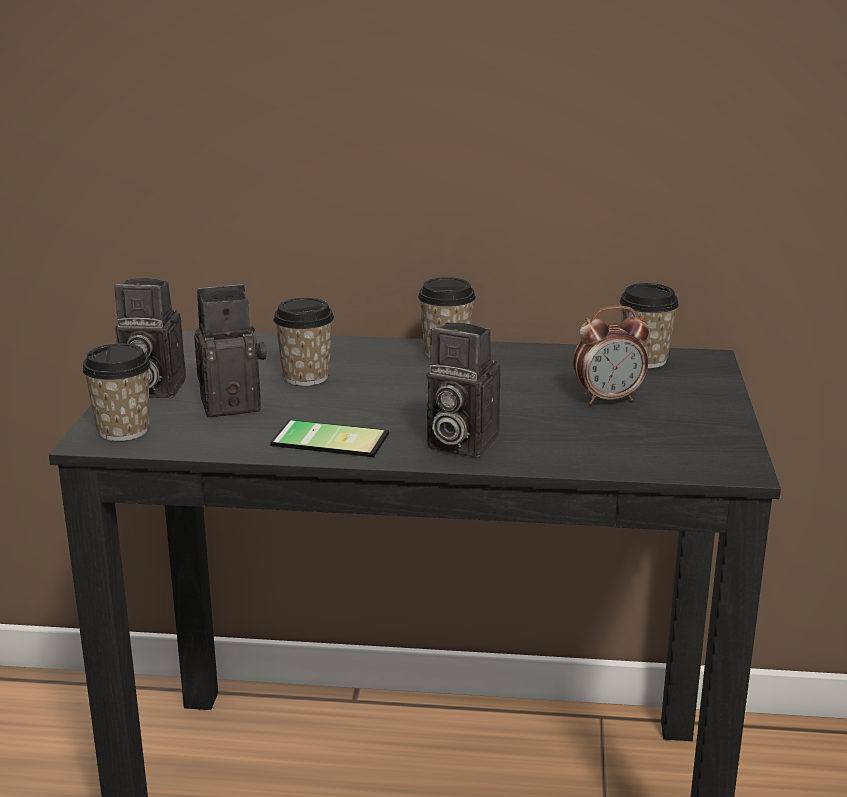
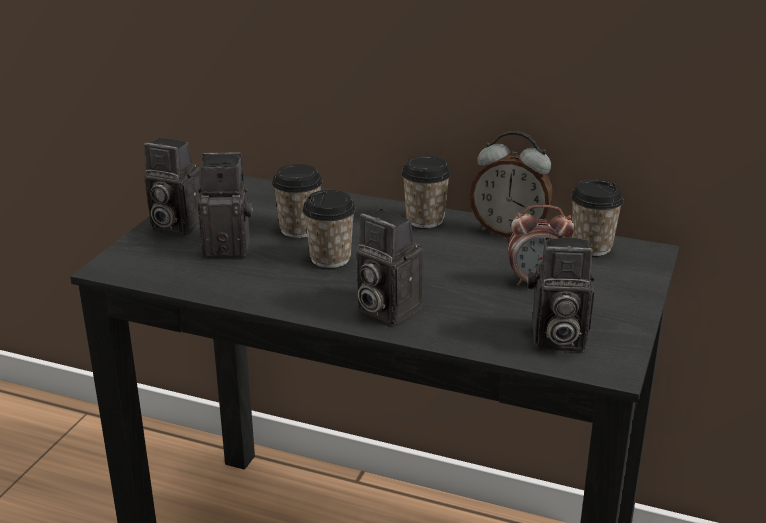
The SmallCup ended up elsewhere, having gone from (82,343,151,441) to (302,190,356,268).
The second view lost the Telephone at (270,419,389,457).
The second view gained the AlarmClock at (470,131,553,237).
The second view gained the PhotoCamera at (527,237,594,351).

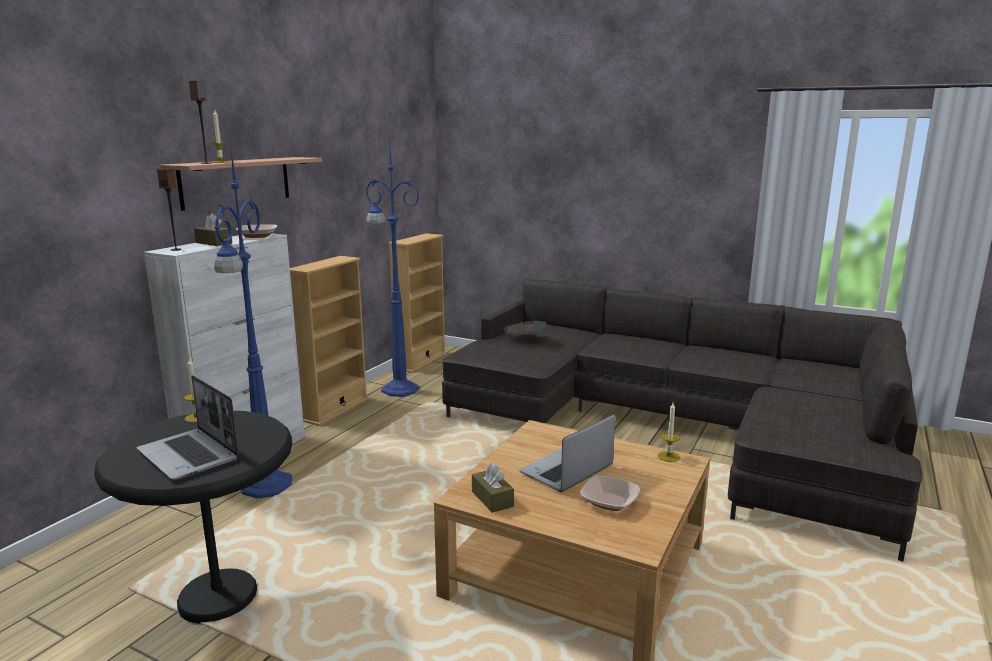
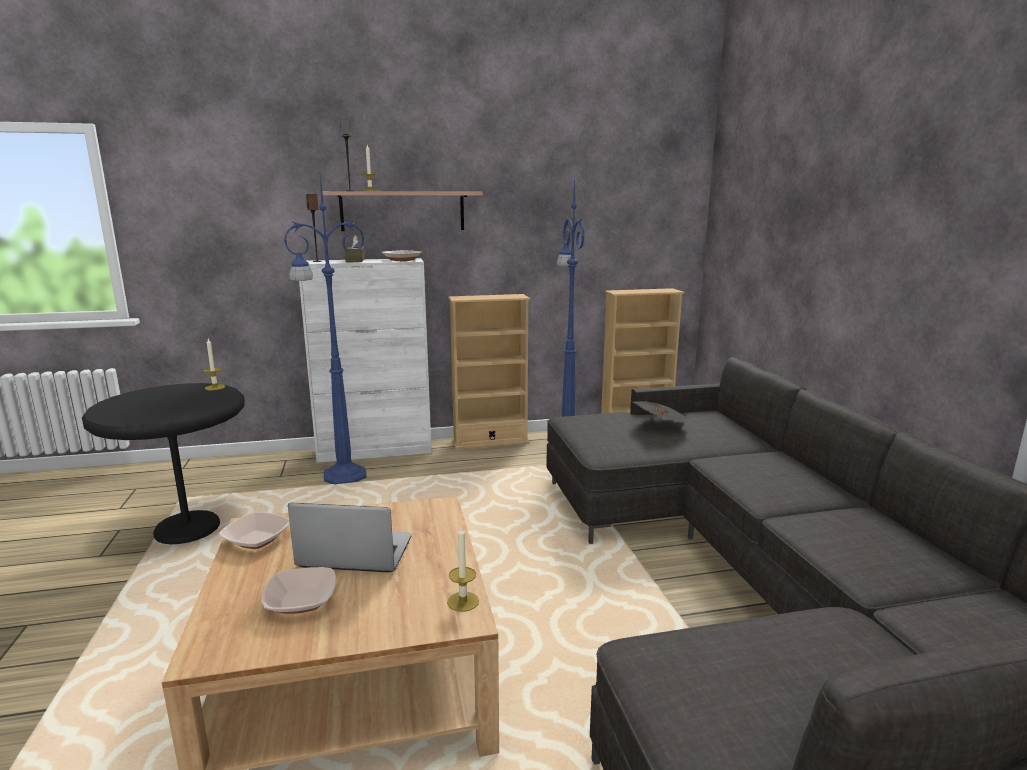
The second view lost the PortableComputer at (137,375,239,480).
Where the BrownishTissueBox stood at (472,463,514,513), the DeepDish came to stand at (218,512,290,549).

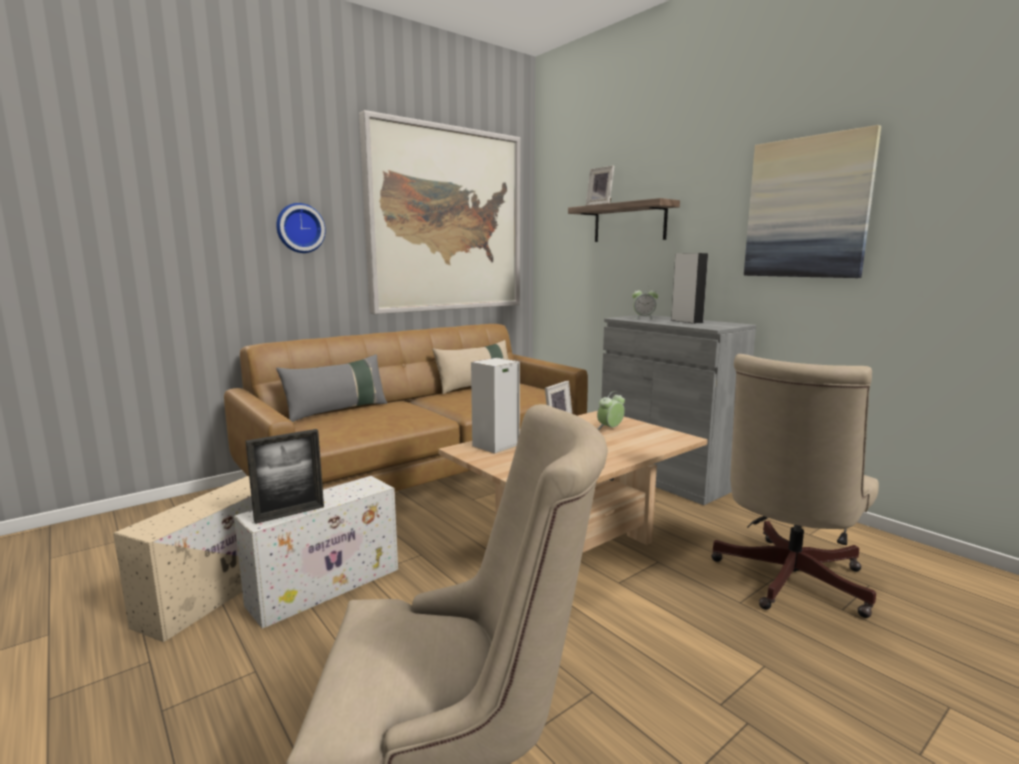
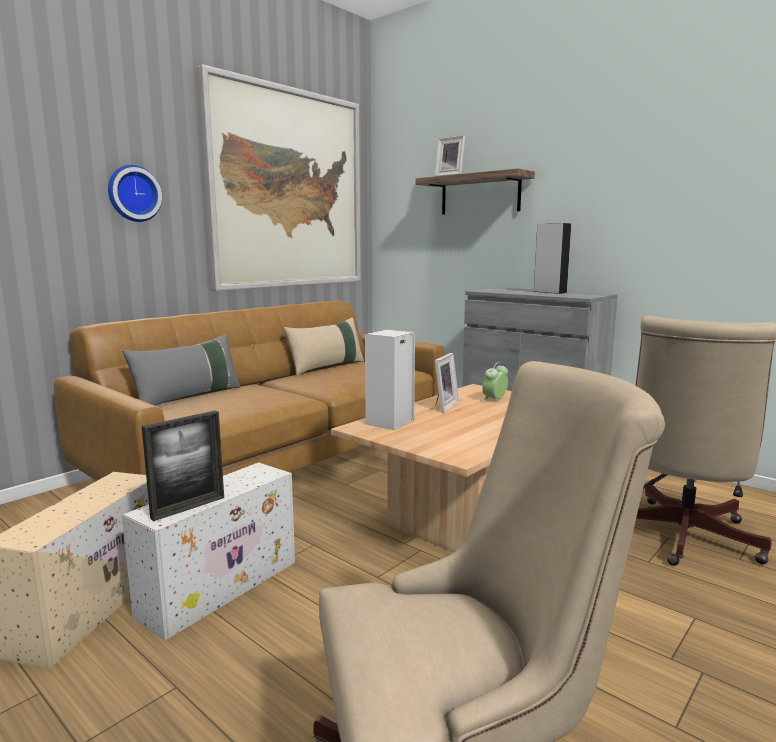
The second view lost the AlarmClock at (632,286,658,319).
The second view lost the Picture at (744,125,881,278).

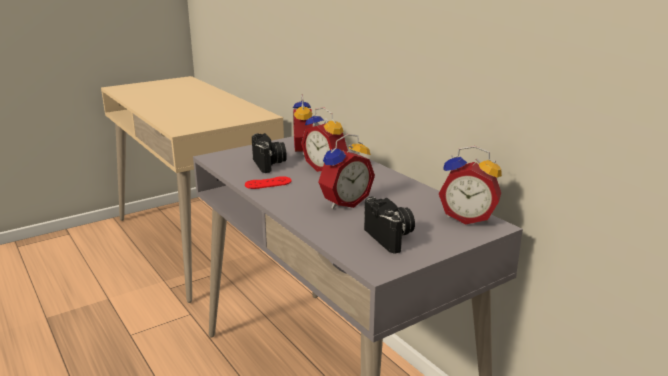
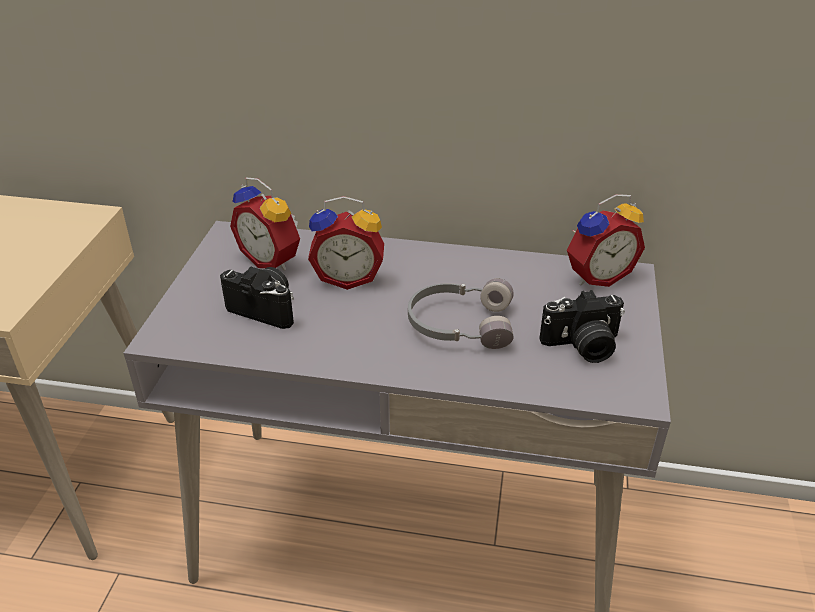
The second view lost the RedColouredGameController at (245,176,291,189).
Where the AlarmClock stood at (318,134,375,209), the GrayPairOfHeadphones came to stand at (408,278,514,349).
The PhotoCamera at (364,197,415,254) ended up facing another way, 150 degrees clockwise from before.

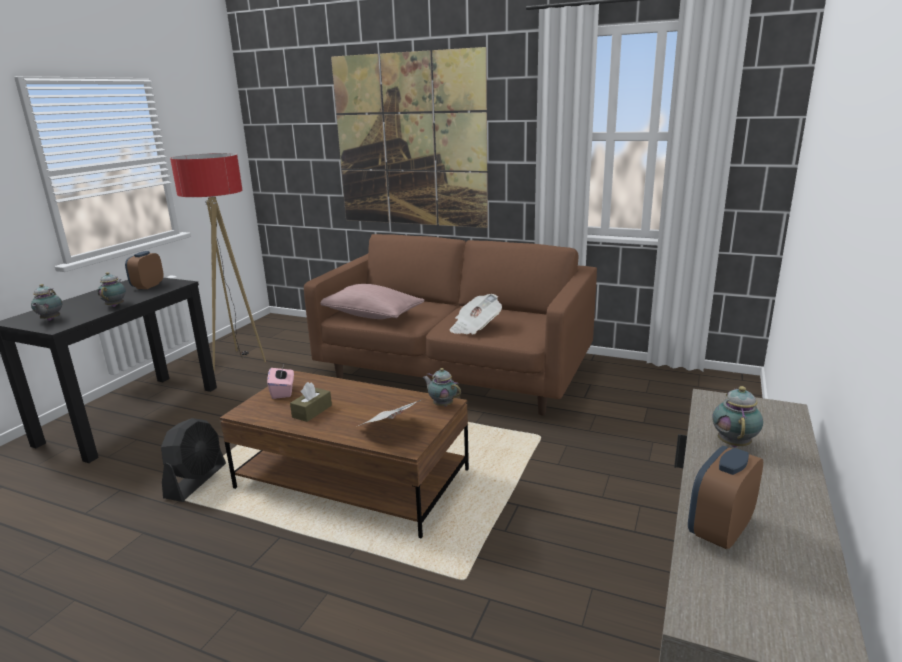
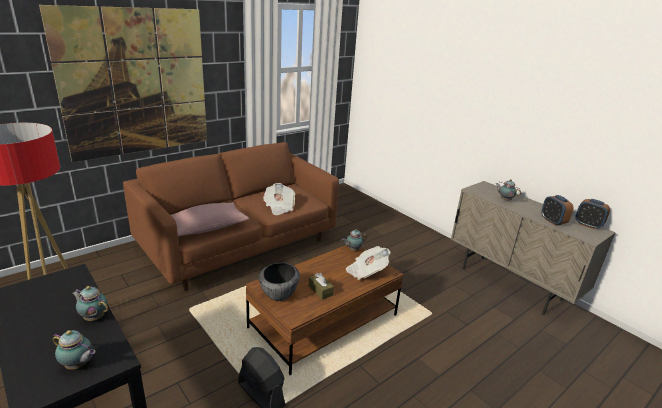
The AlarmClock ended up elsewhere, having gone from (125,251,164,289) to (575,199,610,229).
Where the PinkColouredTissueBox stood at (267,364,294,399), the DeepDish came to stand at (258,262,300,301).

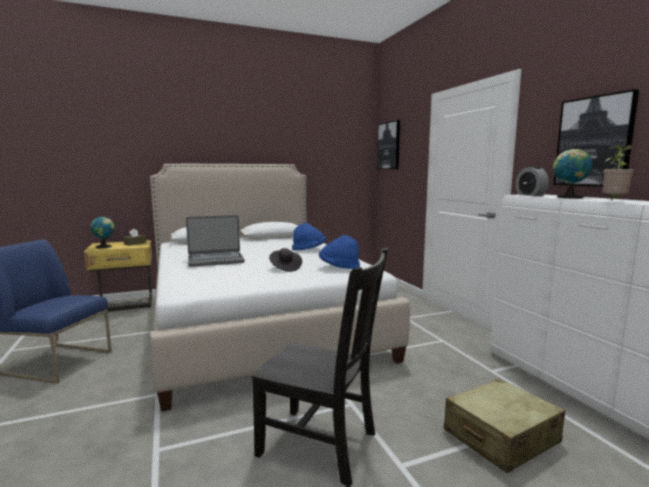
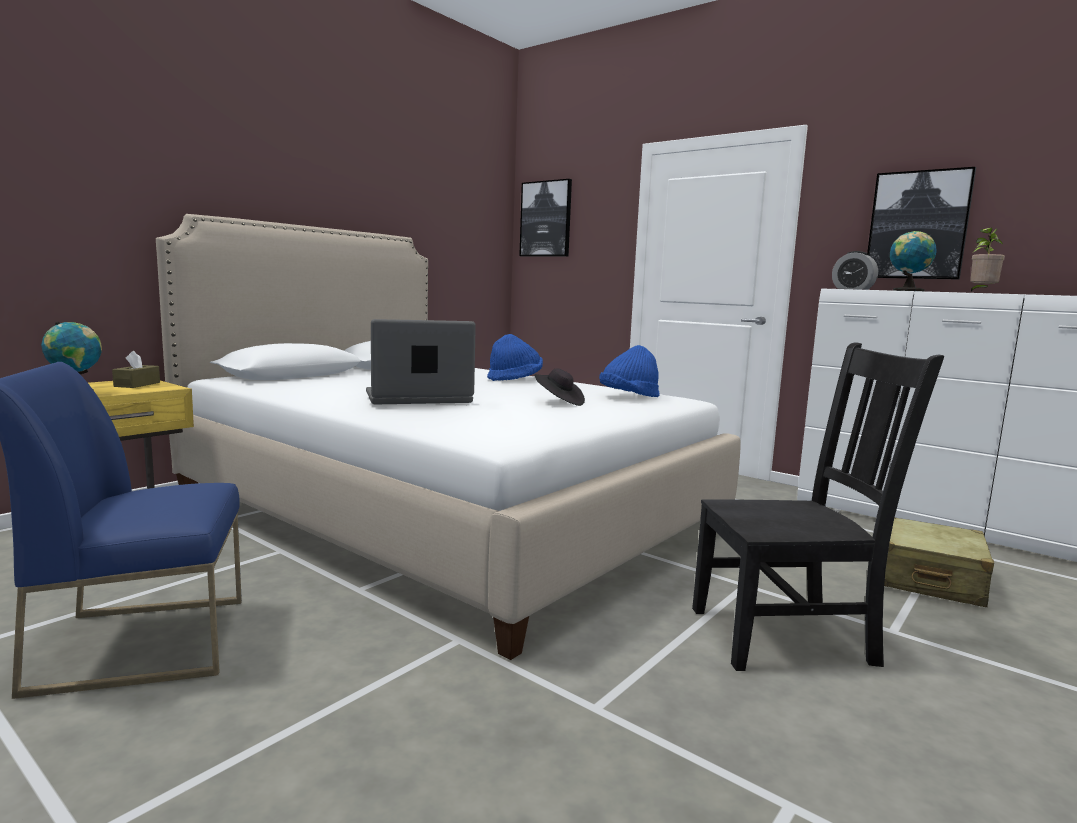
The PortableComputer at (186,215,245,267) ended up facing another way, 150 degrees counterclockwise from before.

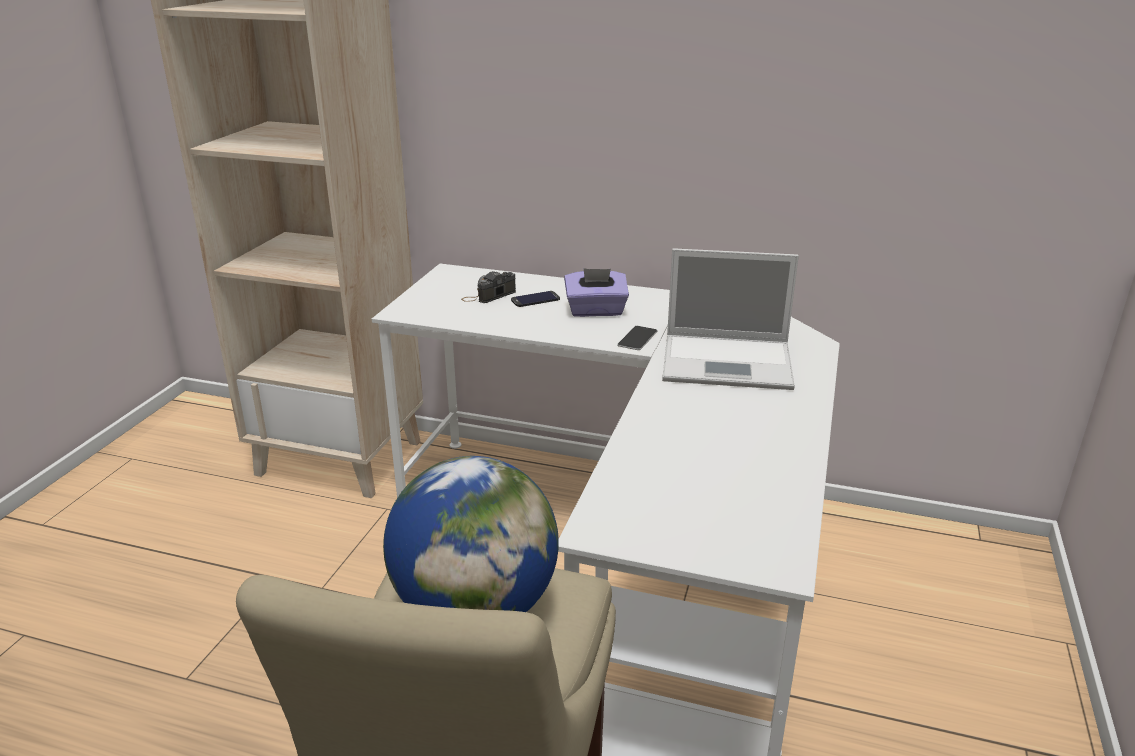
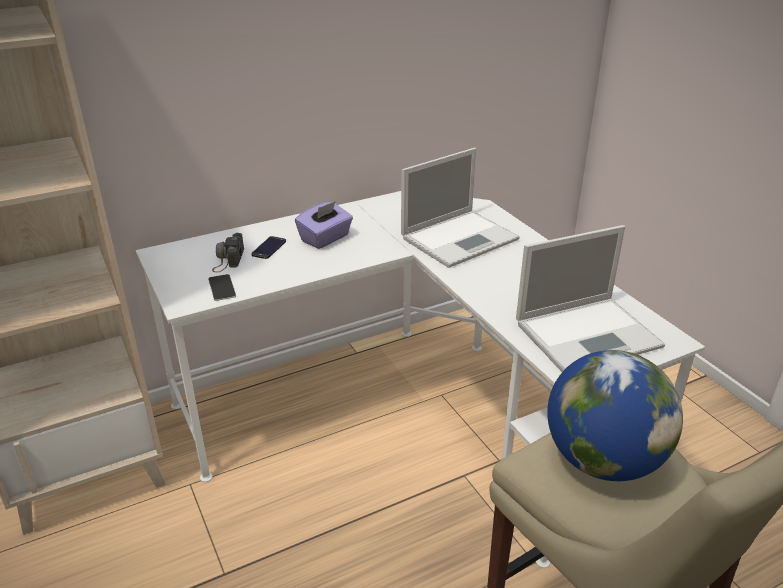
The Telephone ended up elsewhere, having gone from (617,326,658,350) to (208,274,236,301).
The second view gained the PortableComputer at (516,225,665,372).

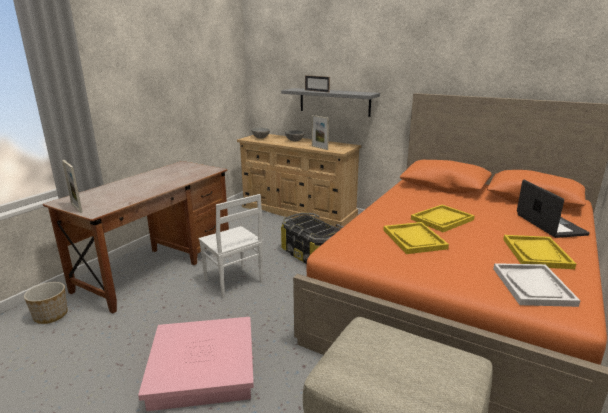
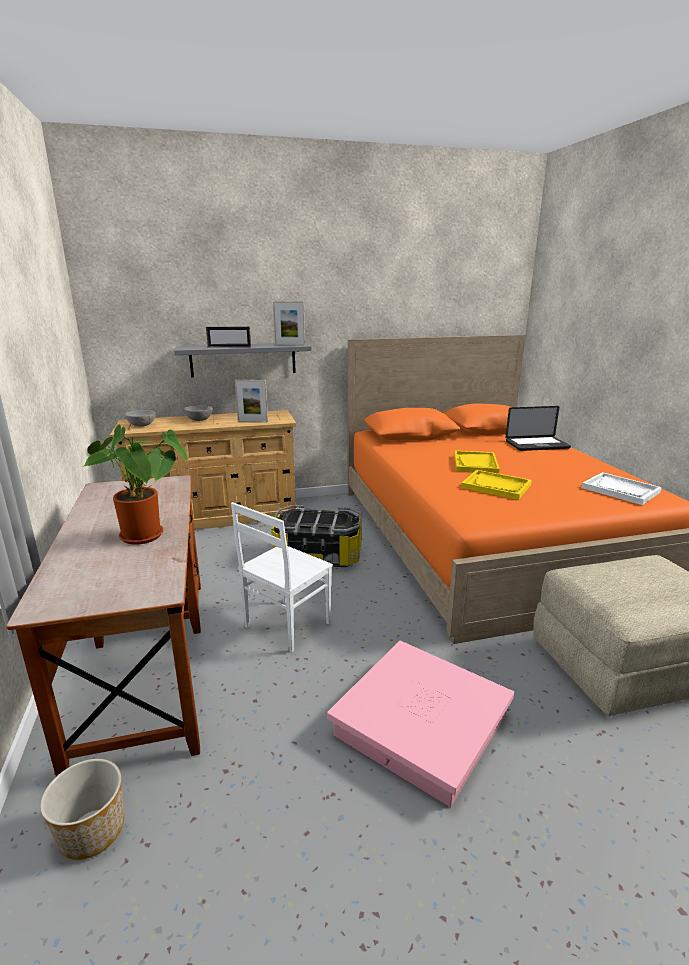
The StandingFrame ended up elsewhere, having gone from (62,160,83,213) to (273,301,305,346).
The WhiteChair at (199,194,263,298) ended up facing another way, 120 degrees clockwise from before.
The second view lost the YellowCarryingTray at (503,235,576,269).
The PortableComputer at (517,180,590,238) ended up facing another way, 135 degrees clockwise from before.
The second view gained the PottedPlant at (82,425,187,545).

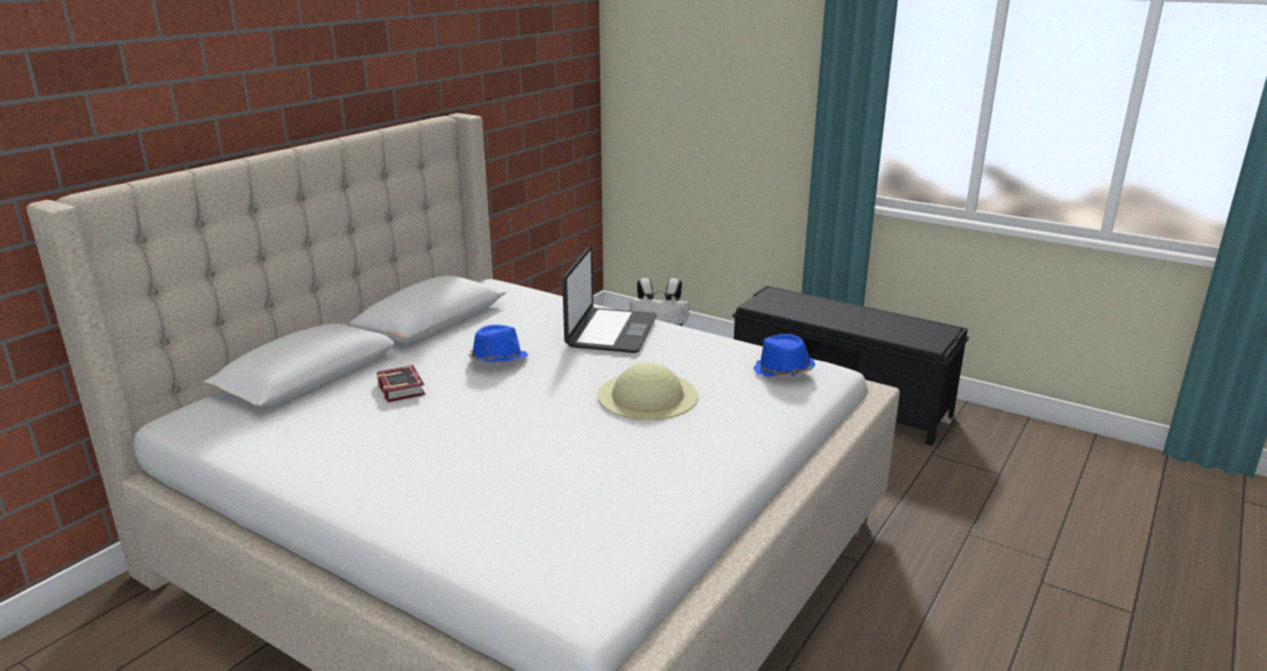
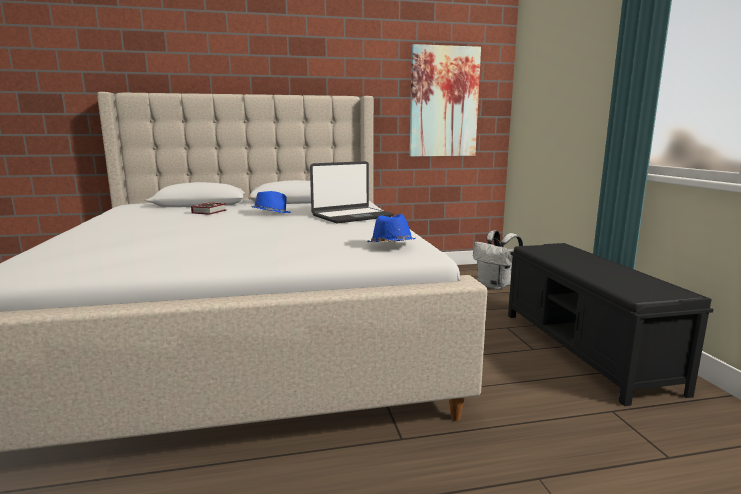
The second view lost the SandColouredClothingHat at (598,362,698,420).
The second view gained the Picture at (410,44,481,157).

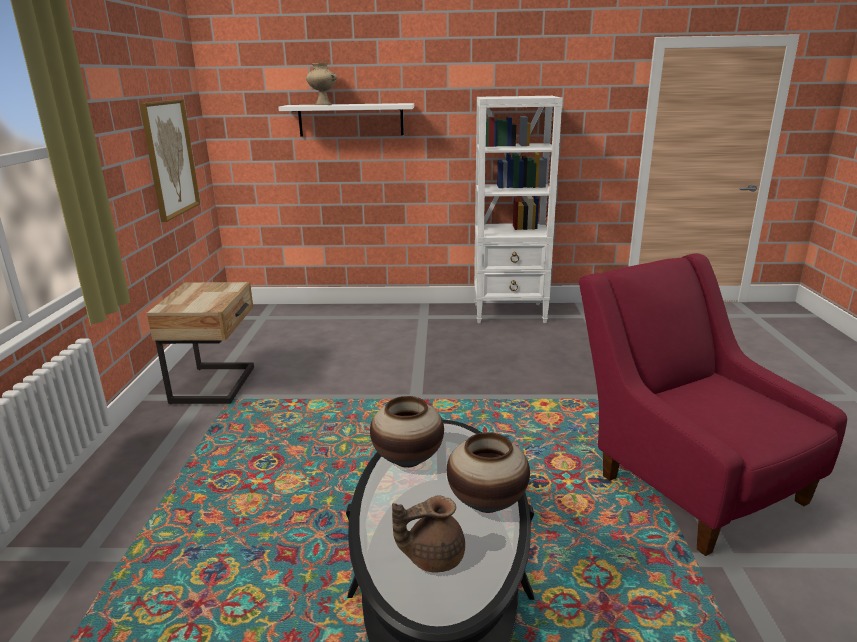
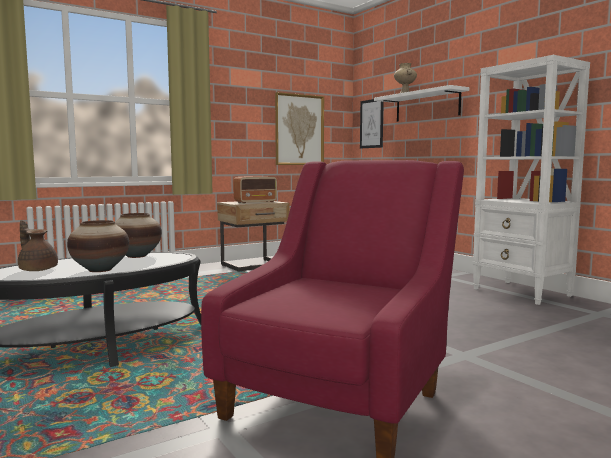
The second view gained the RadioSet at (233,176,277,204).
The second view gained the Picture at (360,99,384,148).

